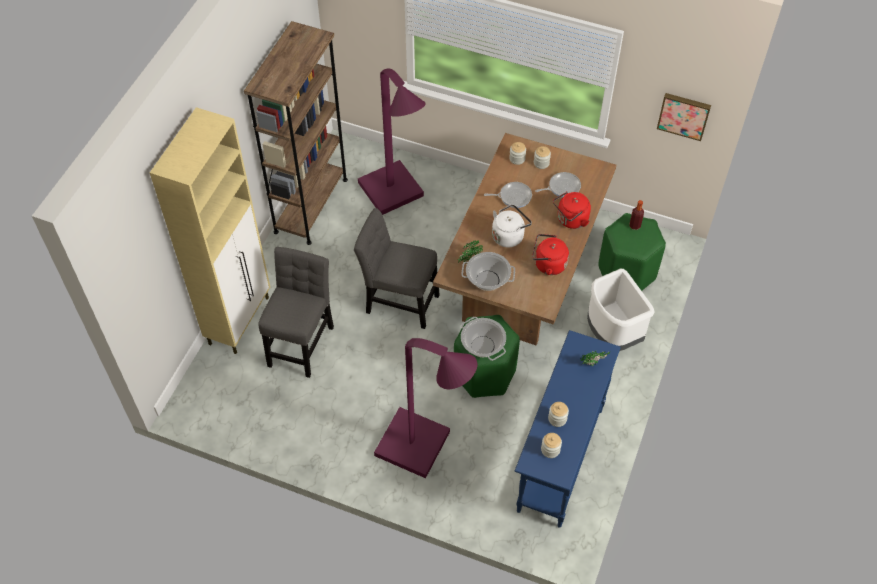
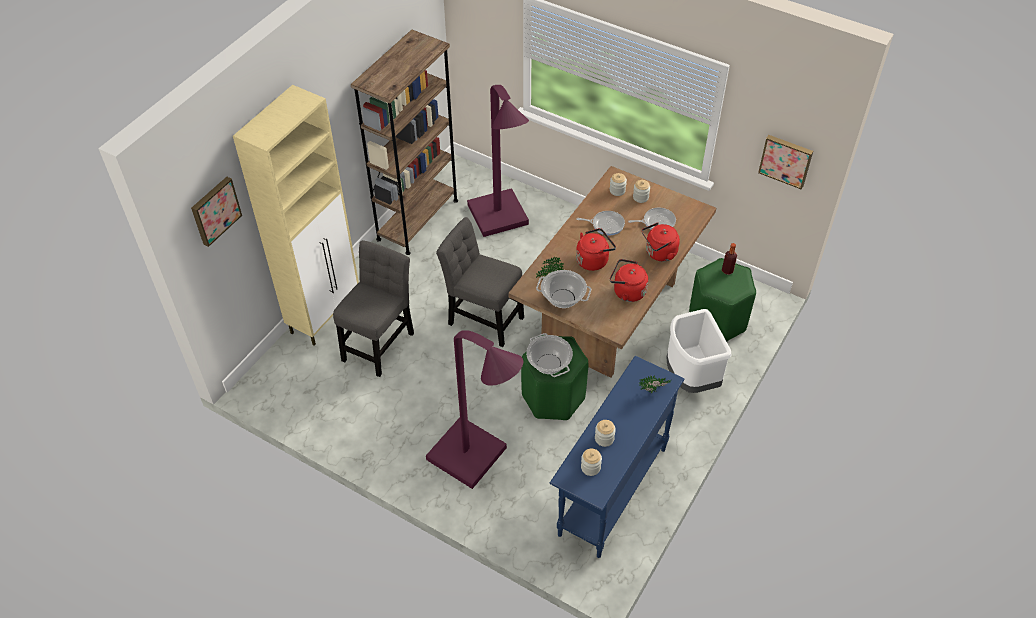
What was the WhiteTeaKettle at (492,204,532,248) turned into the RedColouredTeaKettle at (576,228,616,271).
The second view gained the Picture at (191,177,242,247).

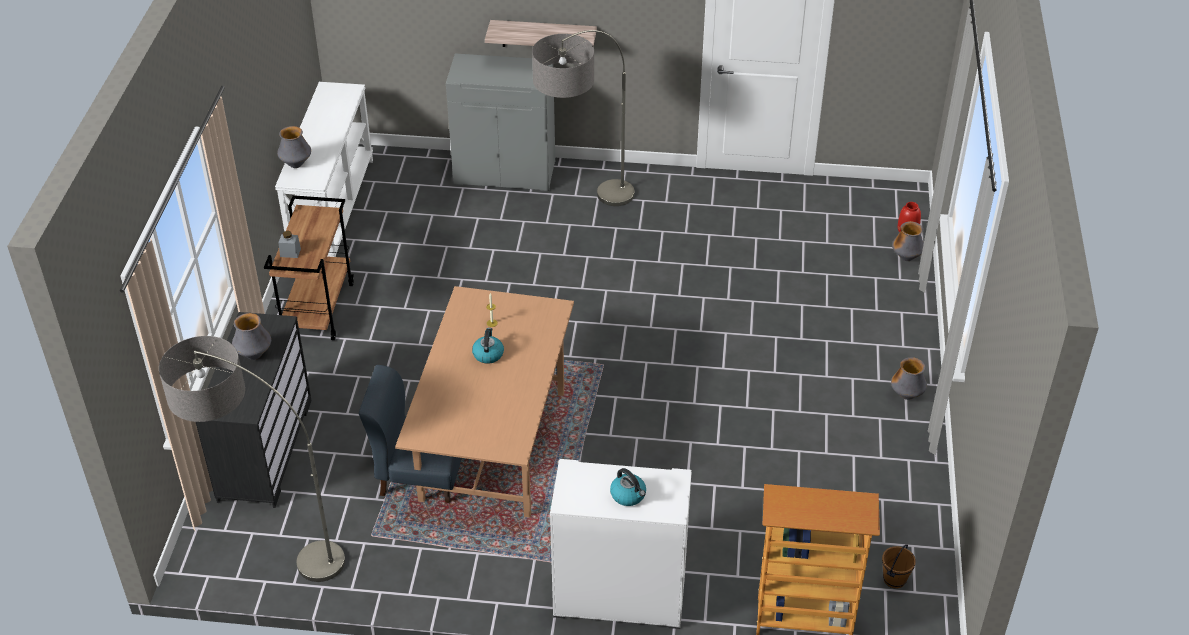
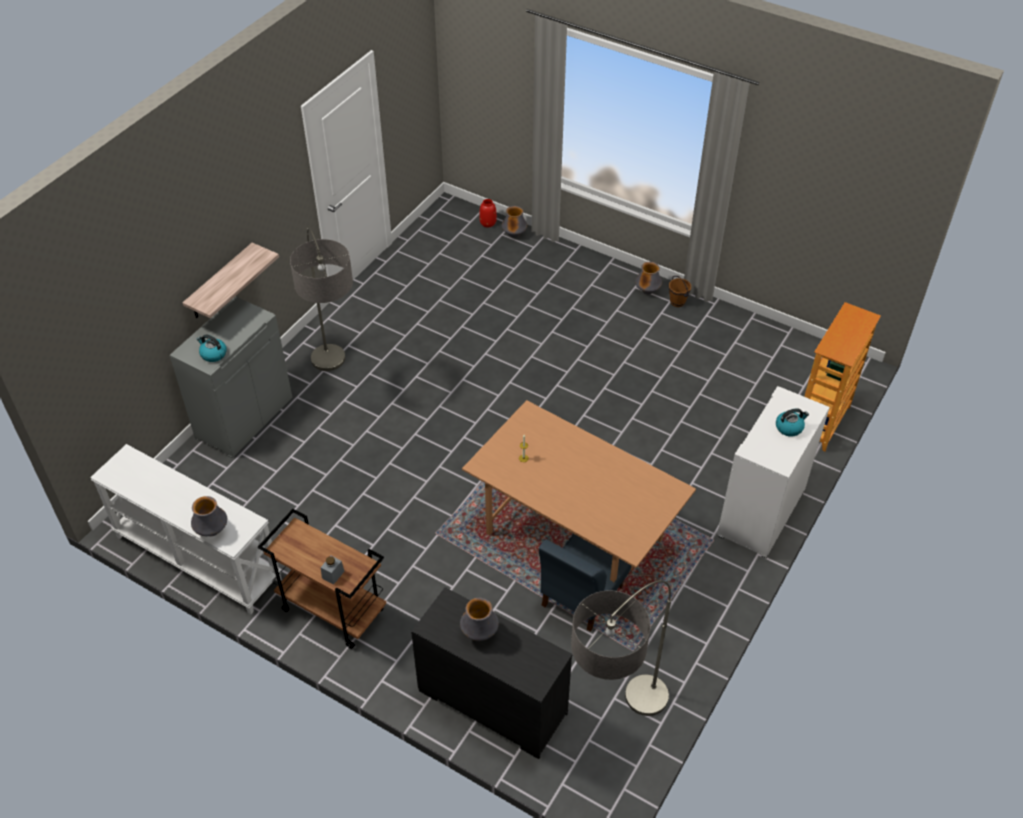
The TeaKettle ended up elsewhere, having gone from (472,328,504,364) to (197,334,227,362).
The BrownishBucket ended up elsewhere, having gone from (882,544,916,589) to (669,276,691,307).

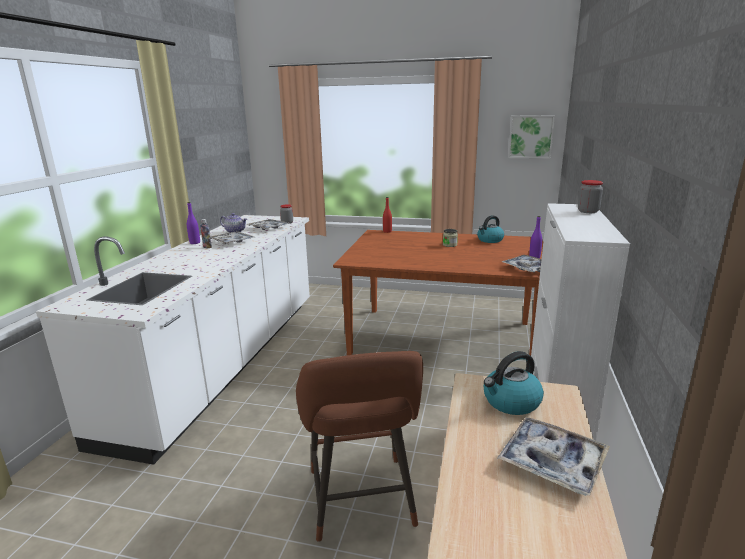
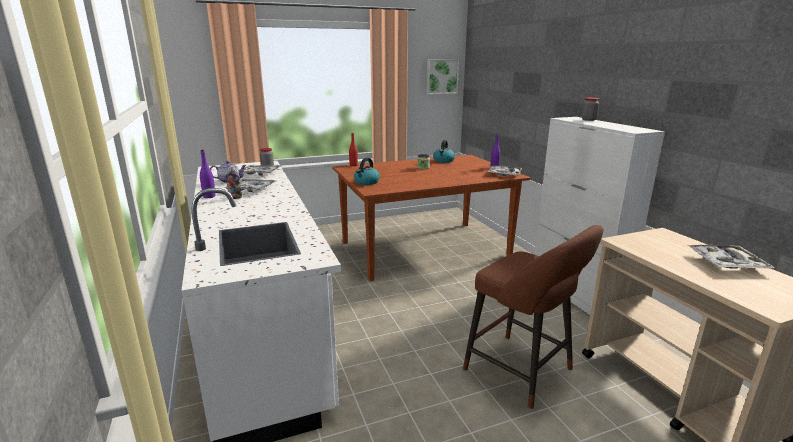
The TeaKettle ended up elsewhere, having gone from (484,351,544,415) to (354,158,380,185).

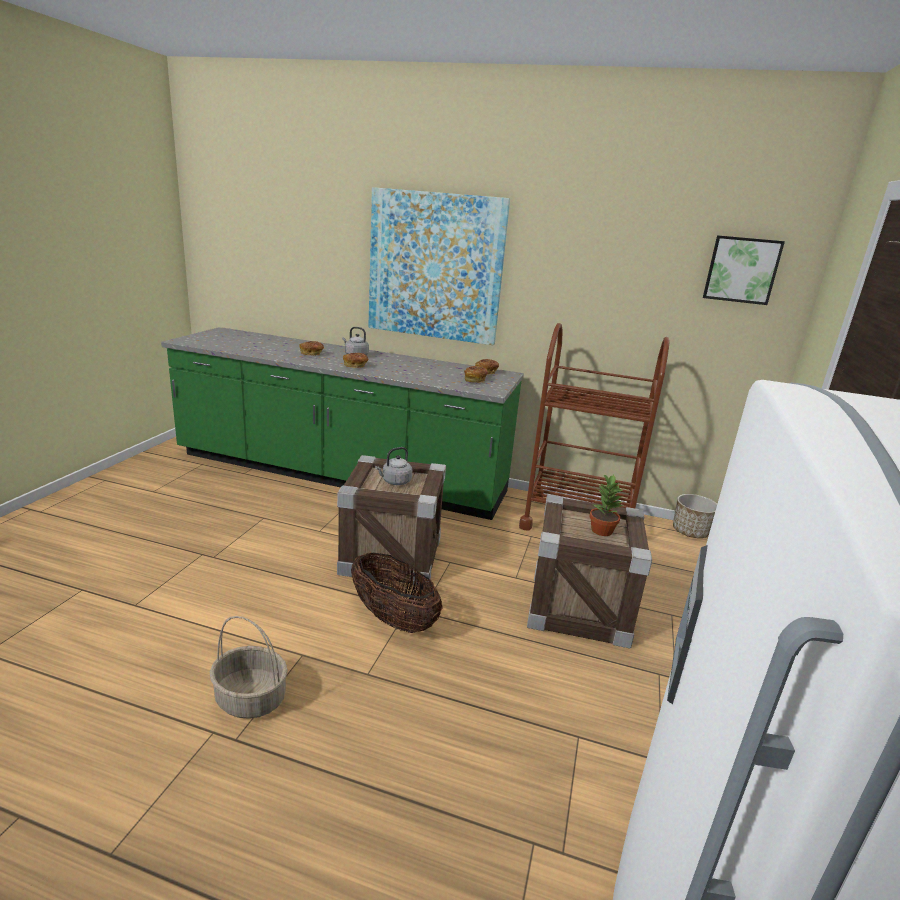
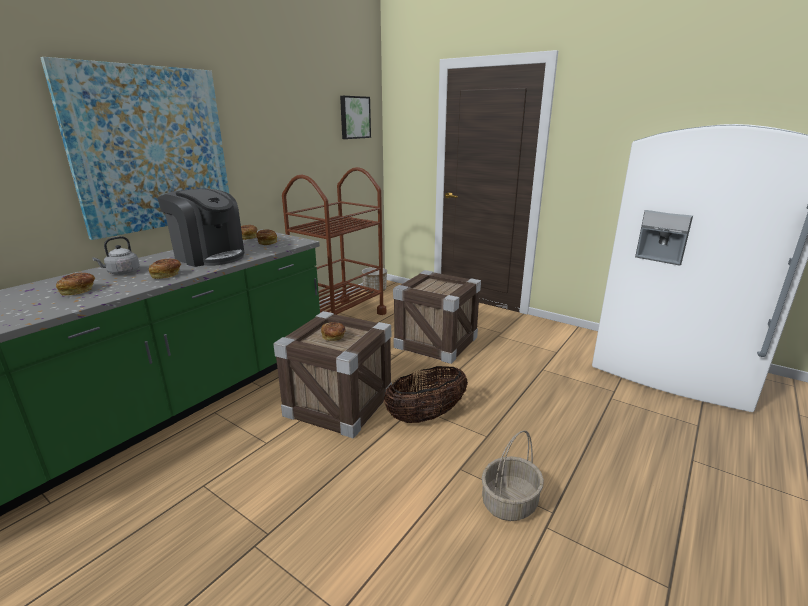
Where the GrayTeaKettle stood at (375,447,412,485), the Bread came to stand at (321,322,346,341).
The second view lost the PottedPlant at (589,475,623,536).
The second view gained the CoffeeBrewer at (157,188,244,267).

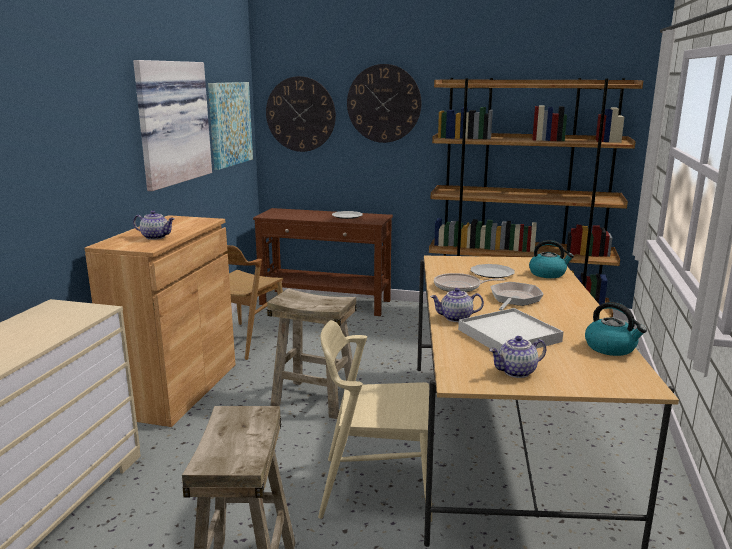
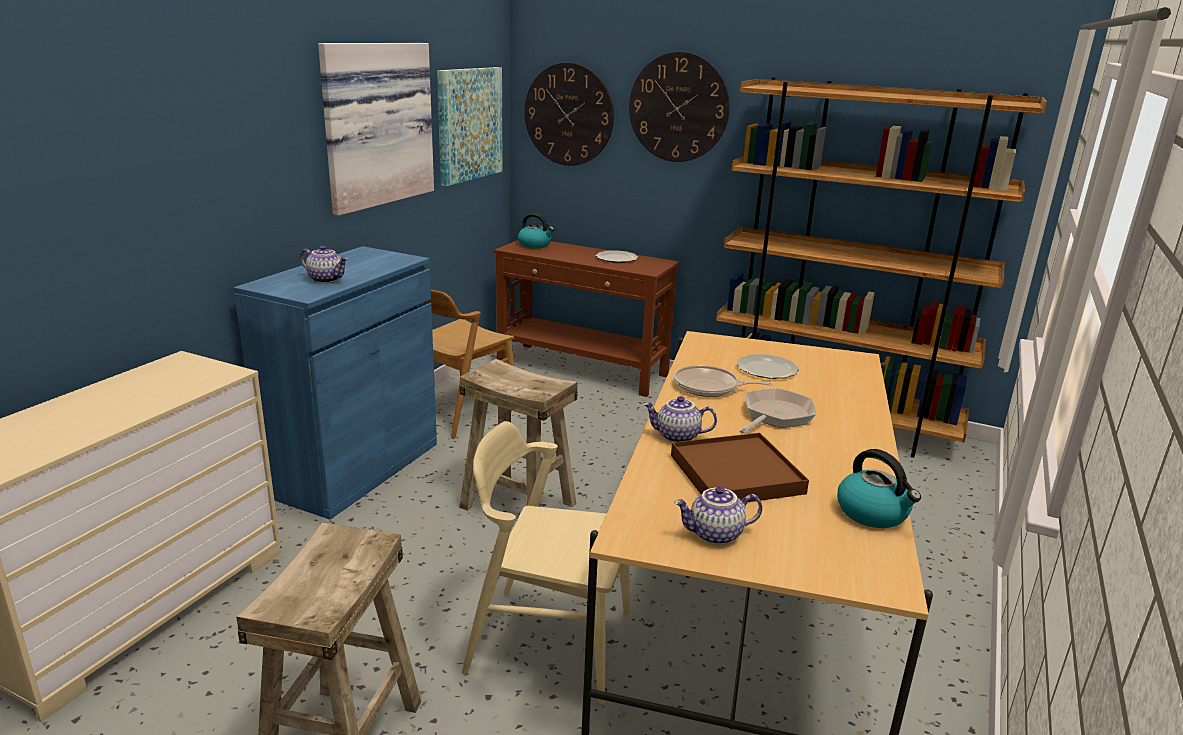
What was the BrownishCupboard at (85,215,235,427) turned into the BlueCupboard at (234,246,437,520).
What was the WhiteCarryingTray at (458,308,563,352) turned into the BrownishCarryingTray at (671,433,809,502).
The TeaKettle ended up elsewhere, having gone from (529,240,574,278) to (518,213,554,248).

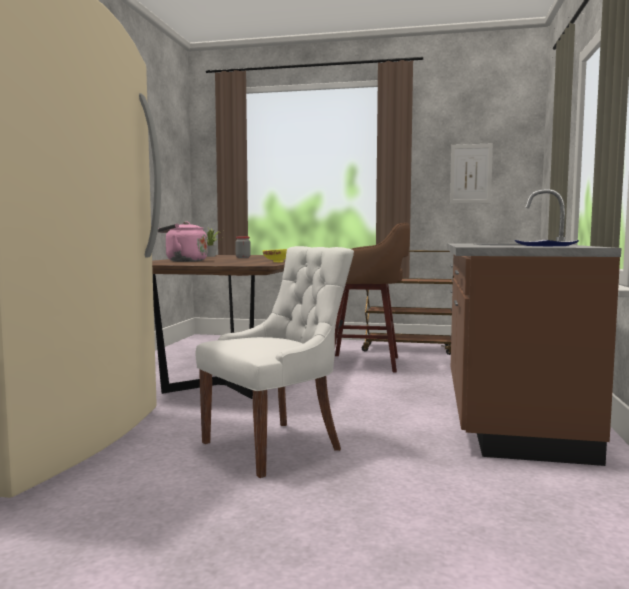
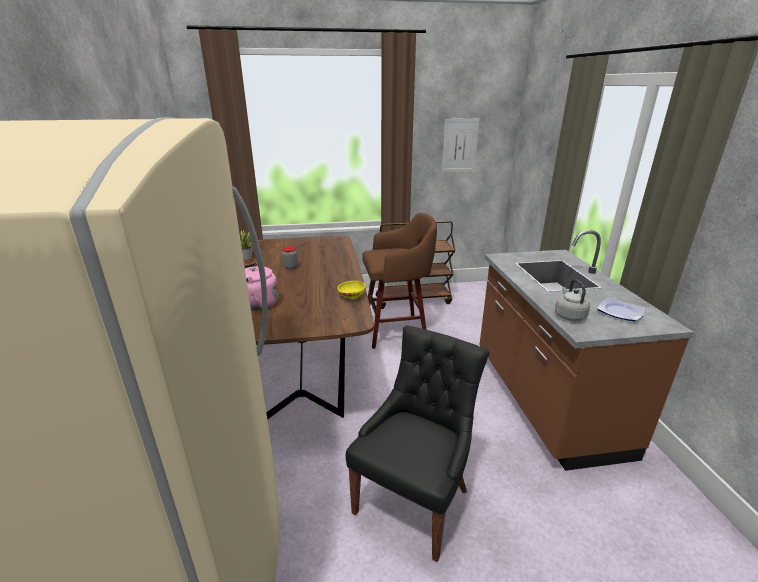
What was the WhiteChair at (195,246,354,478) turned into the BlackishChair at (346,326,490,562).
The second view gained the GrayTeaKettle at (555,279,590,321).

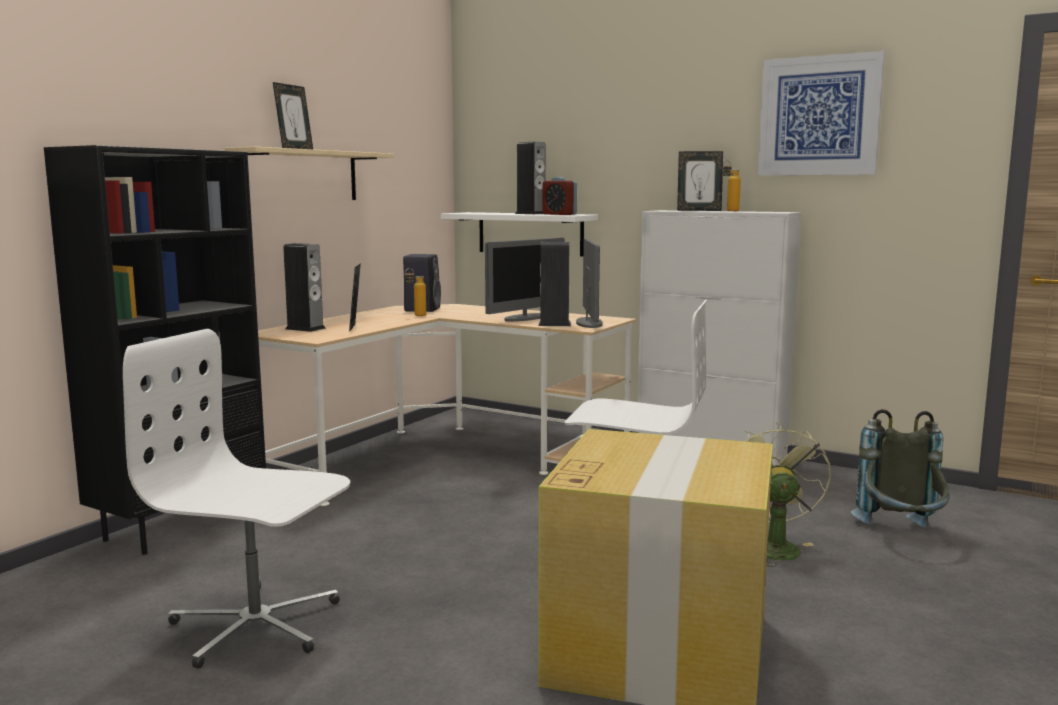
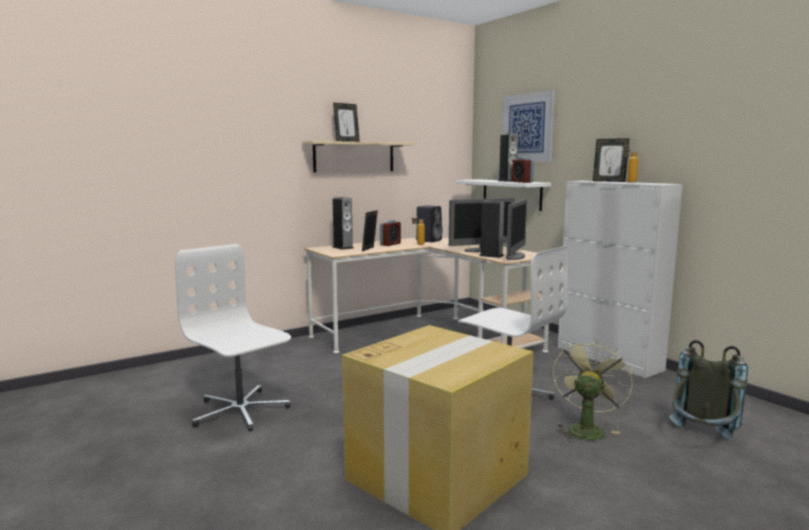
The second view lost the BlackishBookcase at (44,145,266,555).
The Picture ended up elsewhere, having gone from (758,51,885,175) to (502,90,555,162).
The second view gained the AlarmClock at (380,220,401,246).

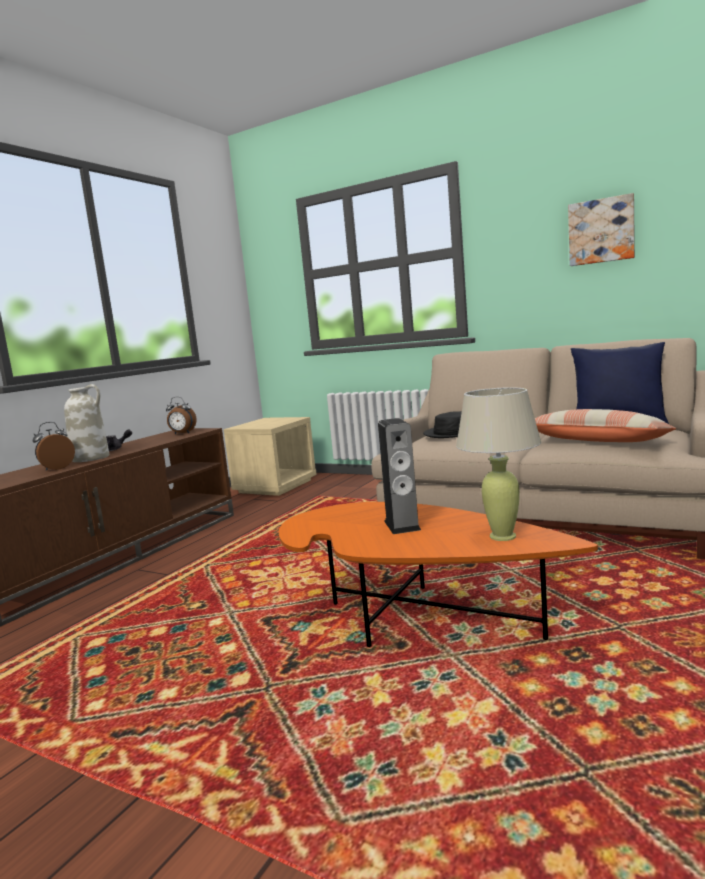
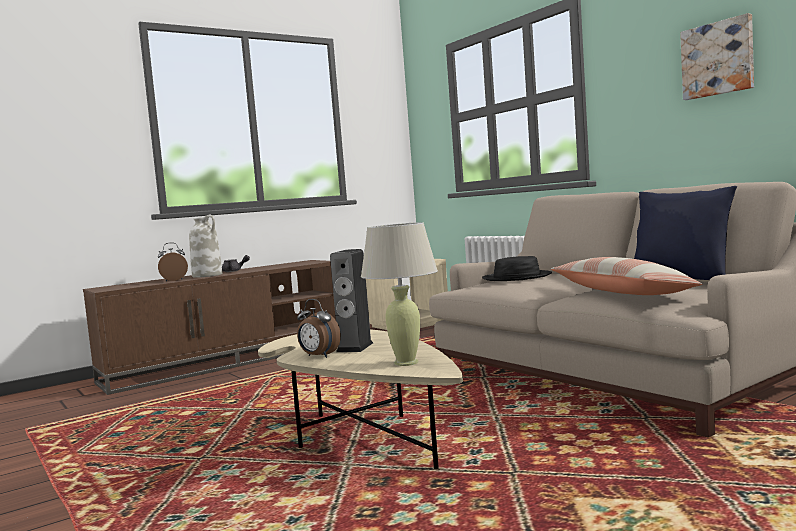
The AlarmClock ended up elsewhere, having gone from (166,397,197,434) to (297,299,341,358).
What was the OrangeColouredCoffeeTable at (279,502,598,647) turned into the SandColouredCoffeeTable at (258,329,463,469).

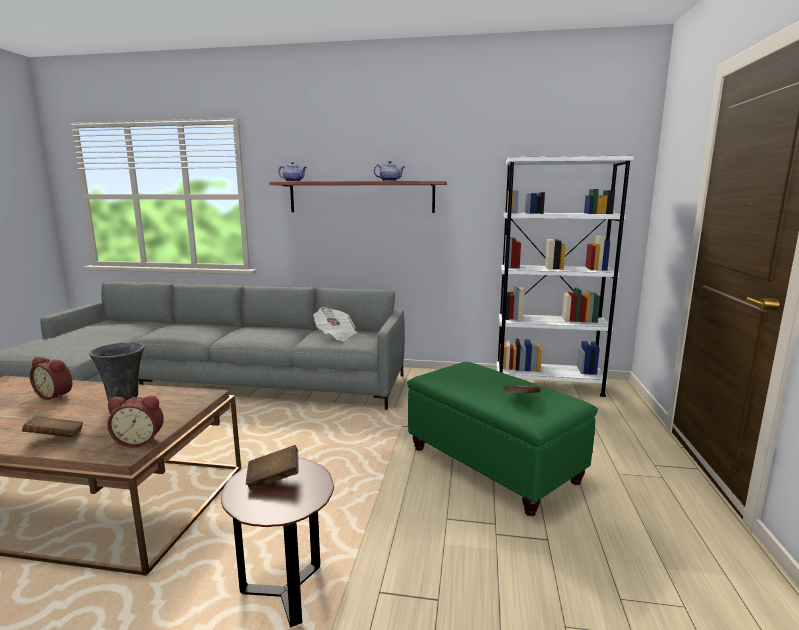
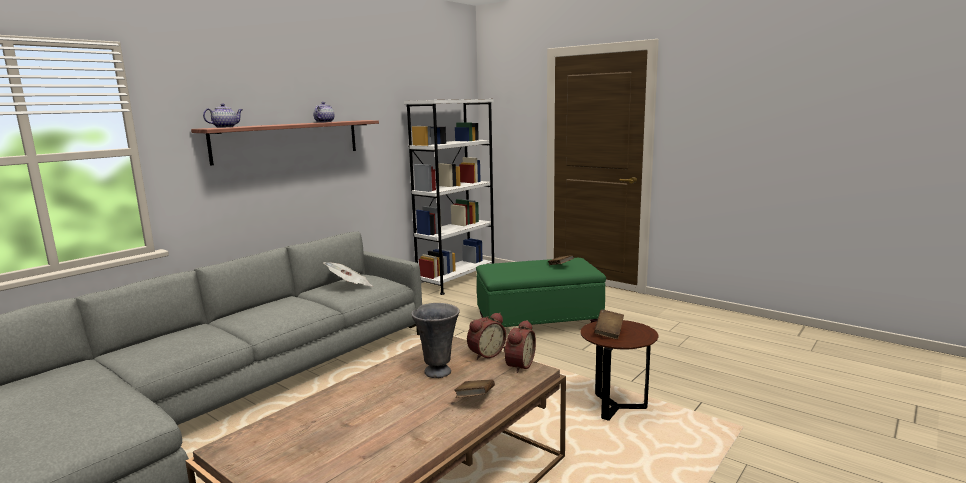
The AlarmClock ended up elsewhere, having gone from (30,357,72,400) to (467,312,506,360).

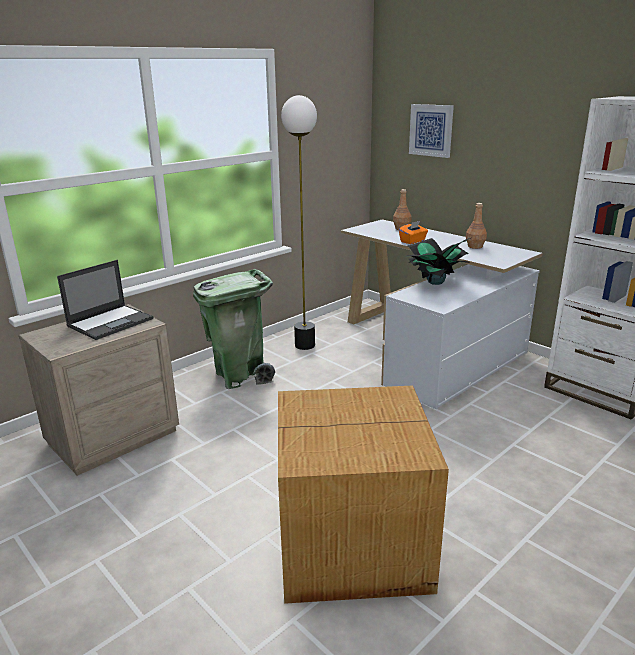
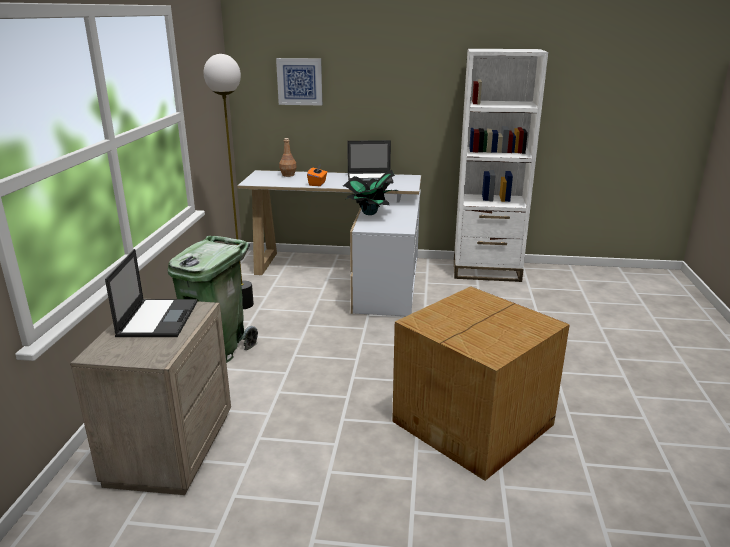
Where the BrownishBottle stood at (466,203,487,249), the PortableComputer came to stand at (347,140,393,184).

